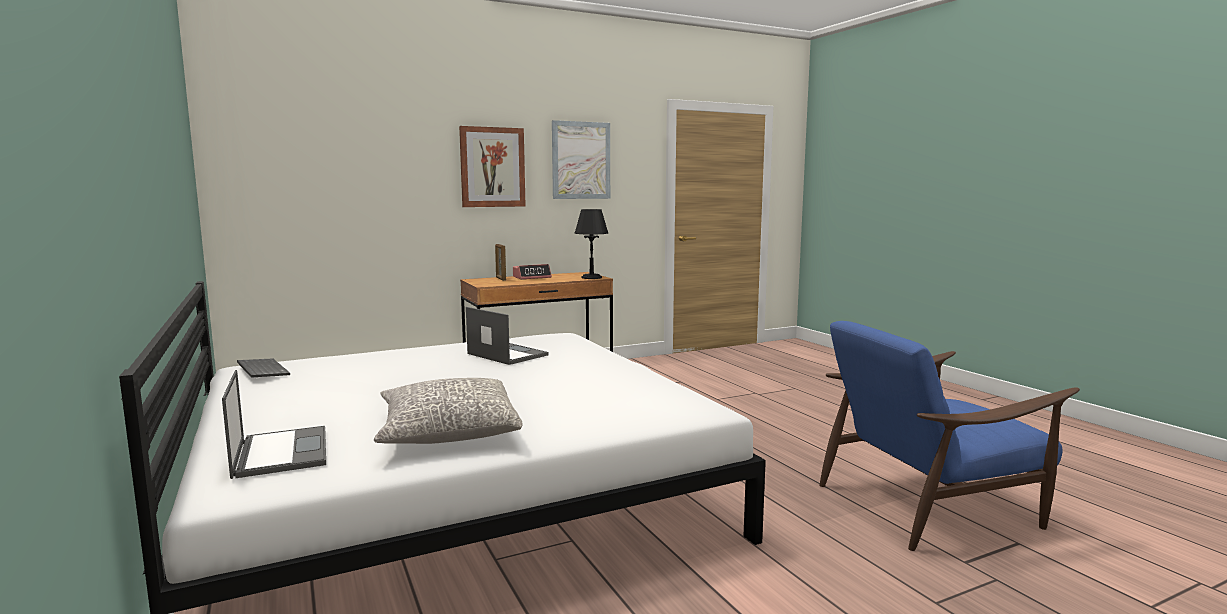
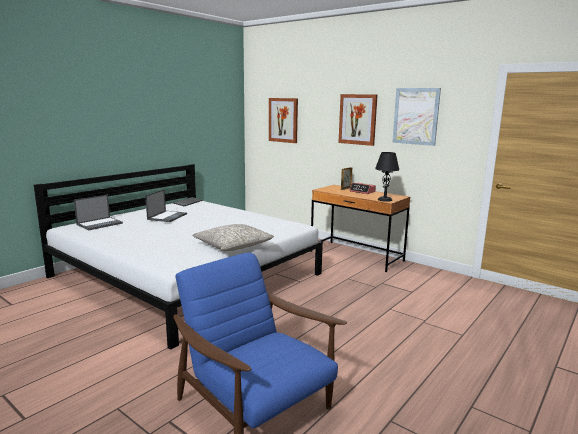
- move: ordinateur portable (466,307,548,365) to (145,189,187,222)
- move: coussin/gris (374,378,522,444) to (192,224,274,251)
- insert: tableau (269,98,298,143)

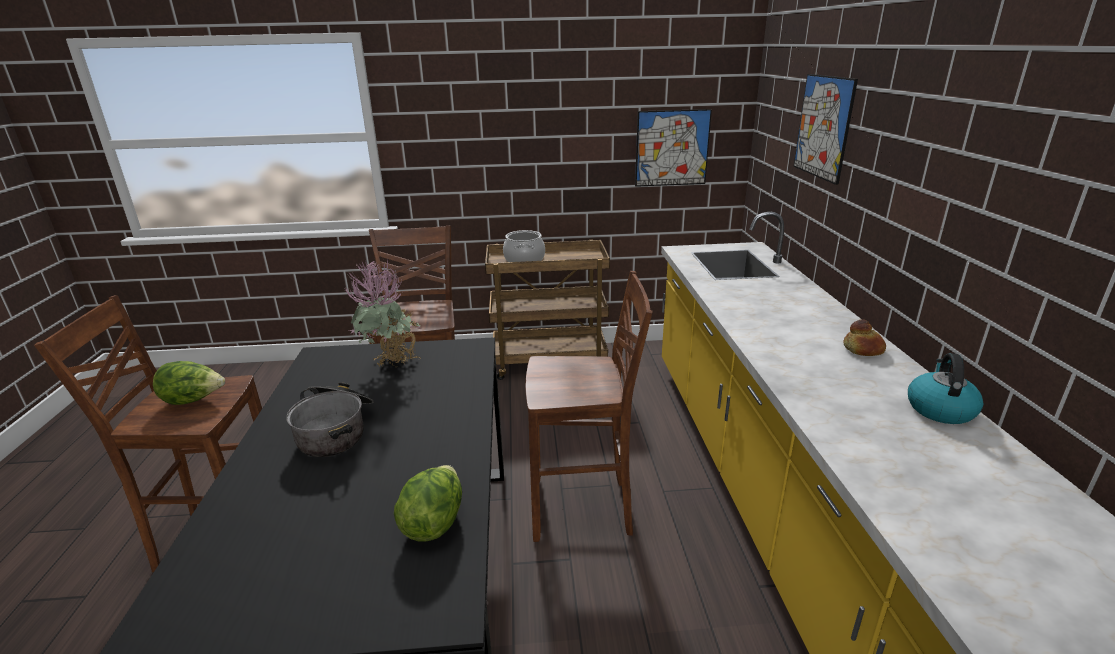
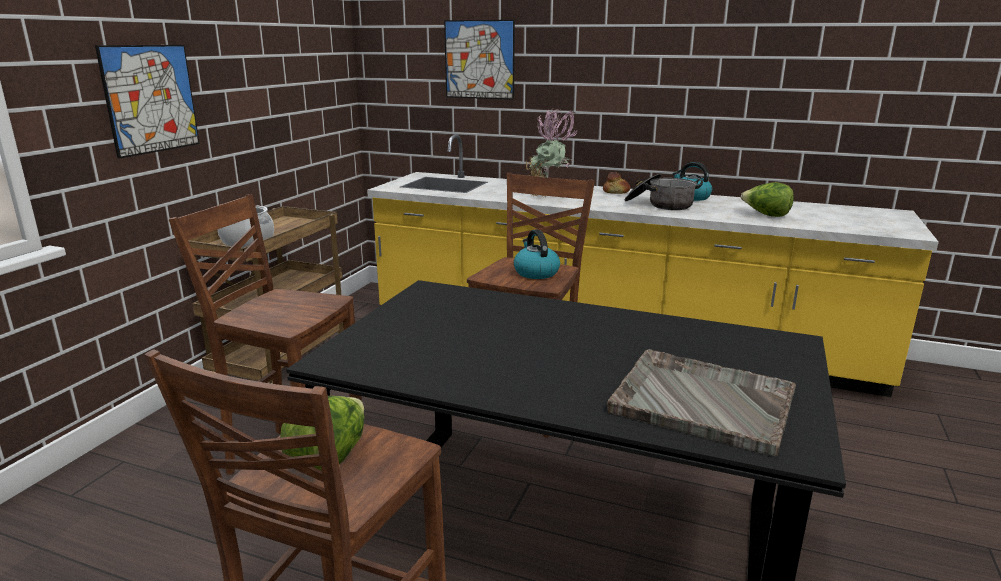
- move: tableau (635,109,712,187) to (95,45,200,159)
- insert: bouilloire (514,230,560,279)
- move: plante en pot (344,261,422,366) to (525,109,579,197)
- insert: plateau/gris (607,349,796,456)
- move: marmite (286,382,374,457) to (624,174,703,210)
- move: laitue (394,465,462,541) to (741,182,794,217)

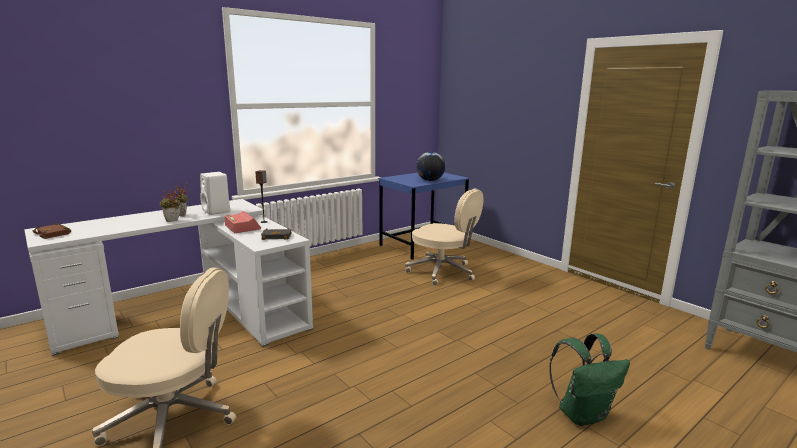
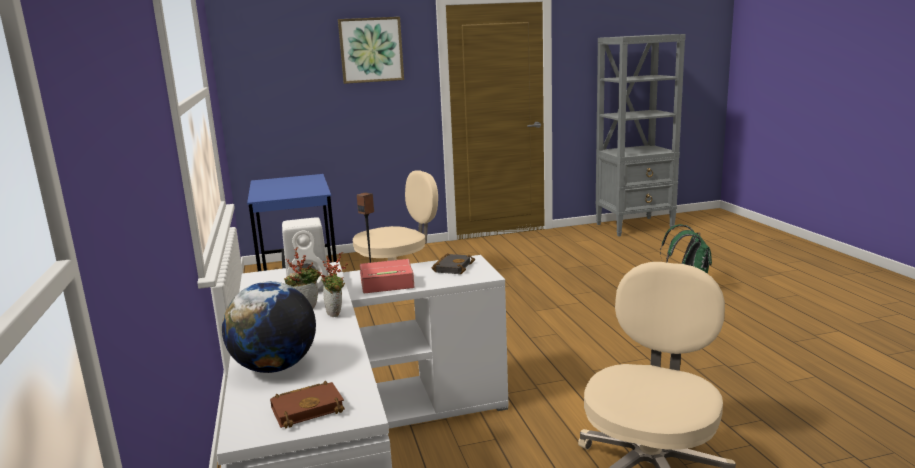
- move: globe (416,152,445,181) to (222,281,316,373)
- insert: tableau (338,17,404,84)

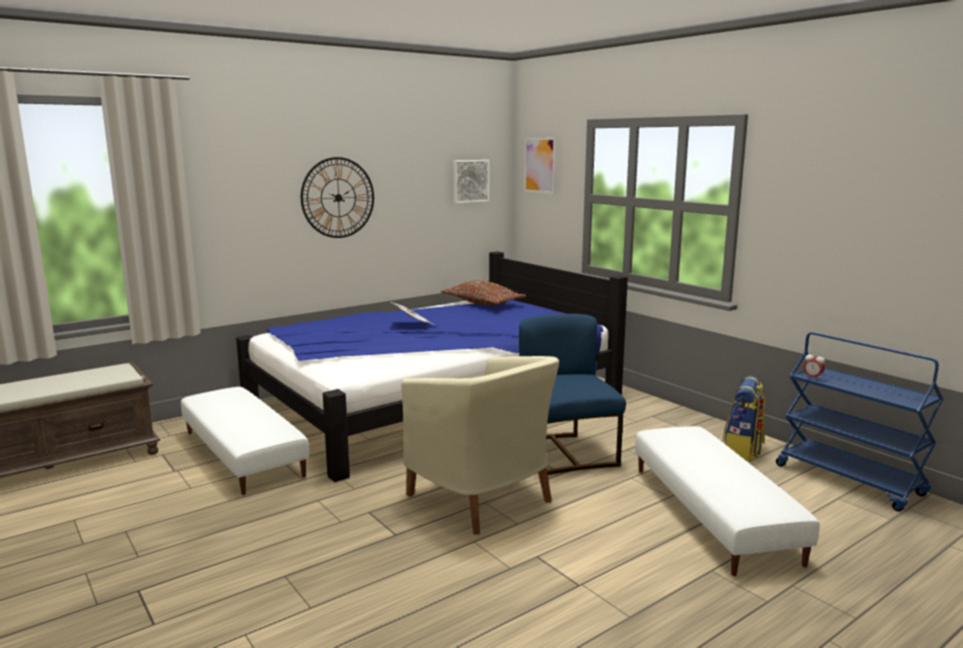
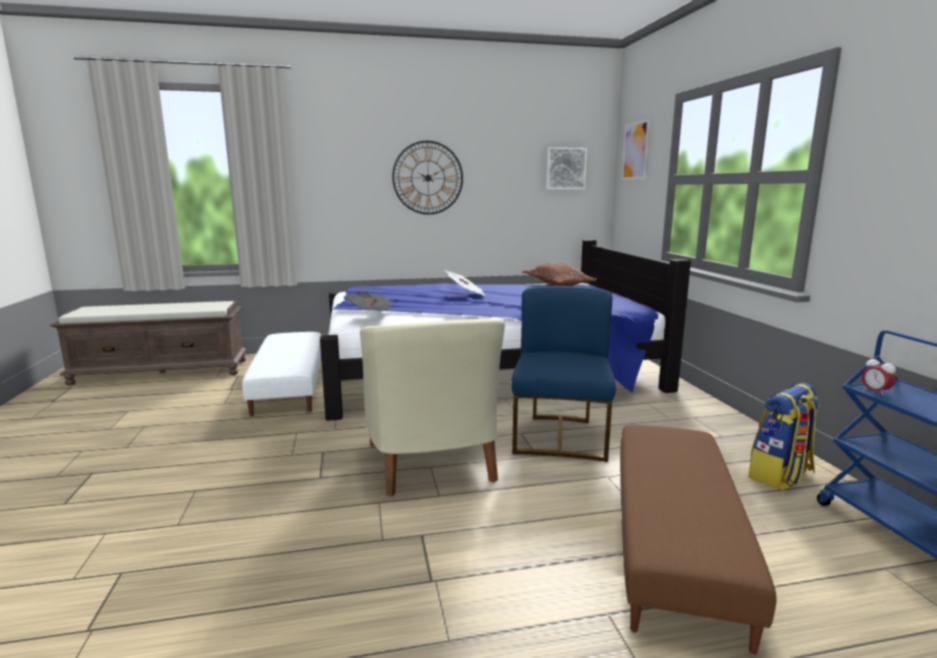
- insert: journal (344,292,394,310)
- recolor: pouf/blanc (635,426,820,576) to pouf/marron (620,425,777,655)

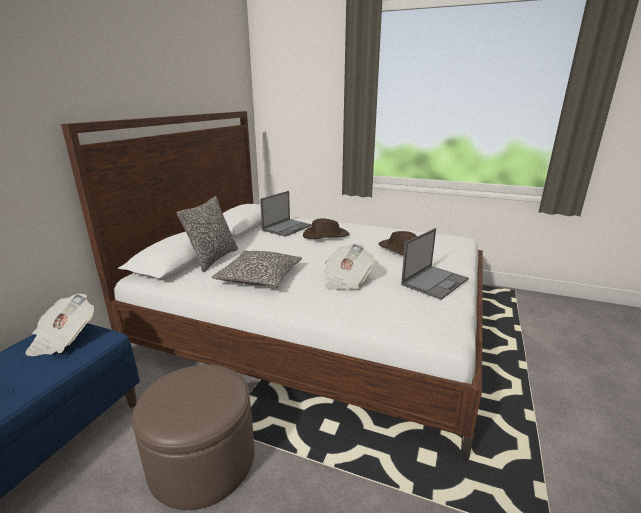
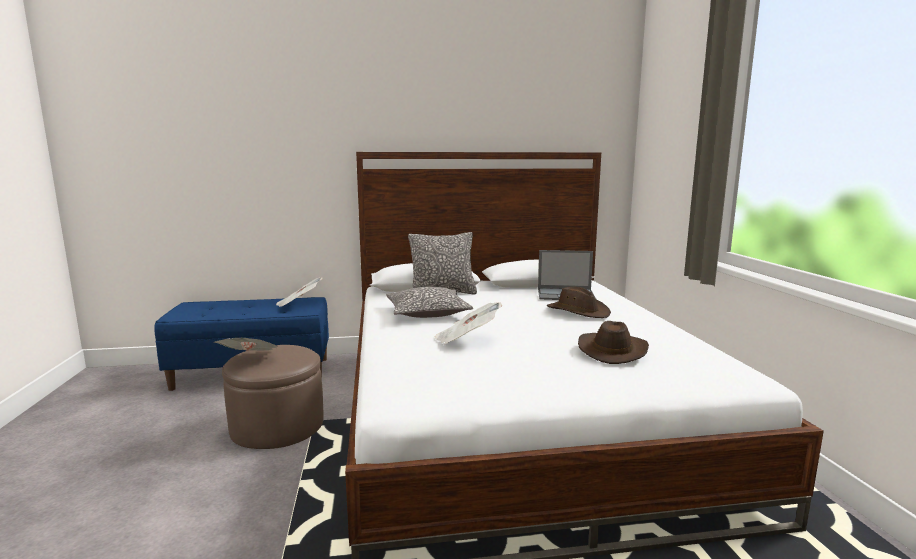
- insert: journal (214,338,277,351)
- delete: ordinateur portable (401,228,469,300)

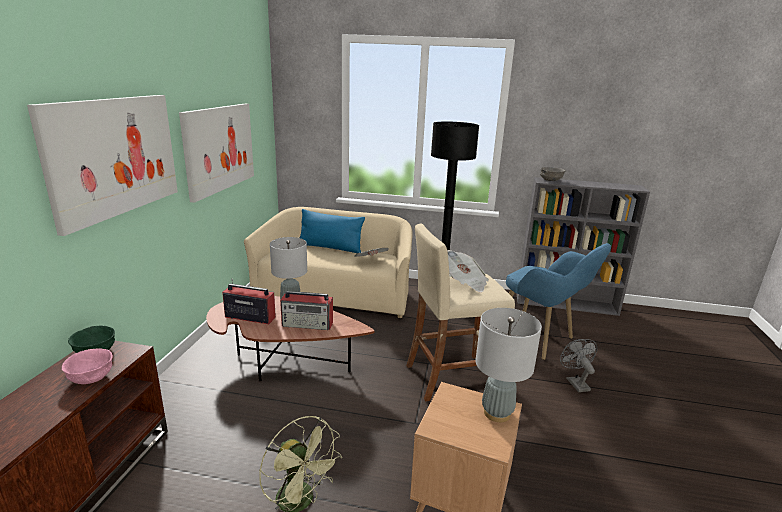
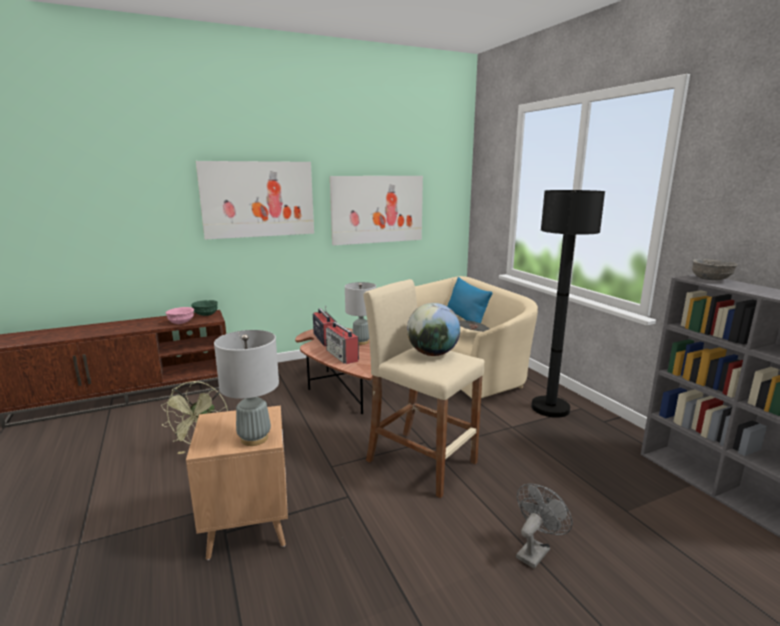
- replace: journal (447,250,489,293) to globe (407,303,460,356)
- delete: fauteuil/bleu (506,243,611,360)

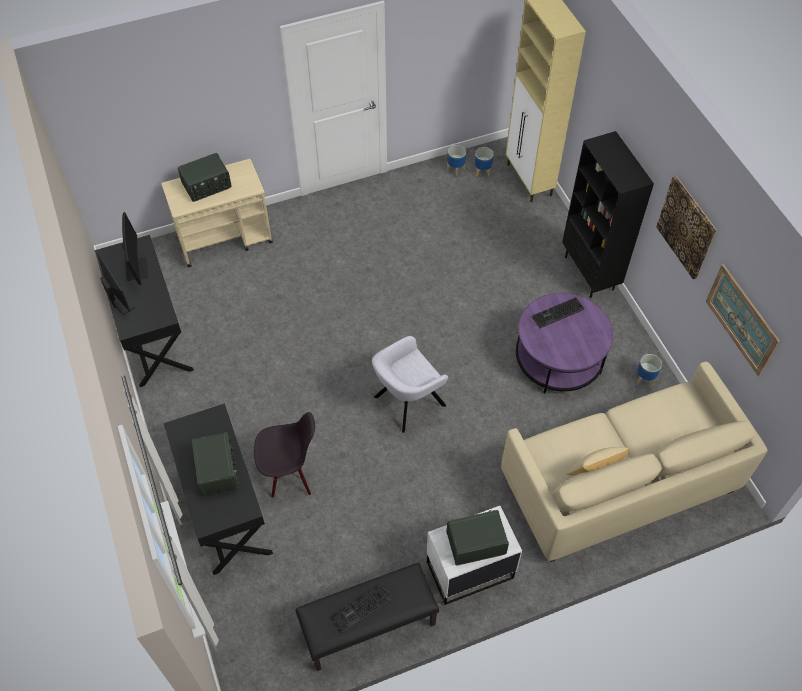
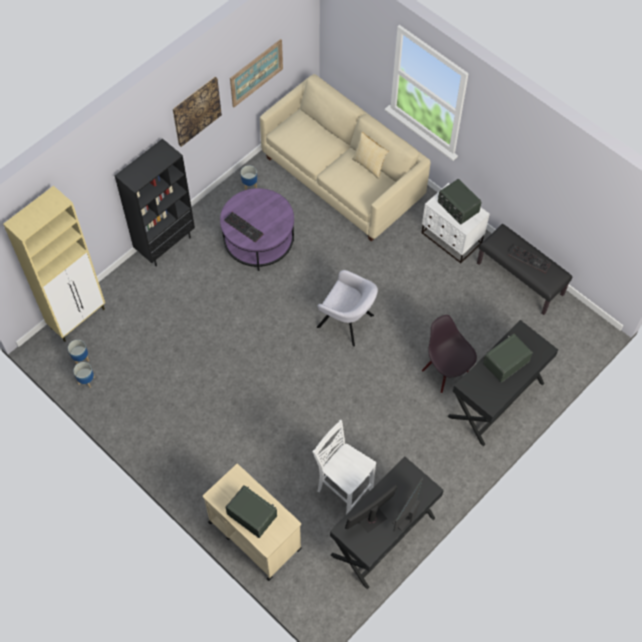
- insert: tabouret/blanc (313,420,376,515)

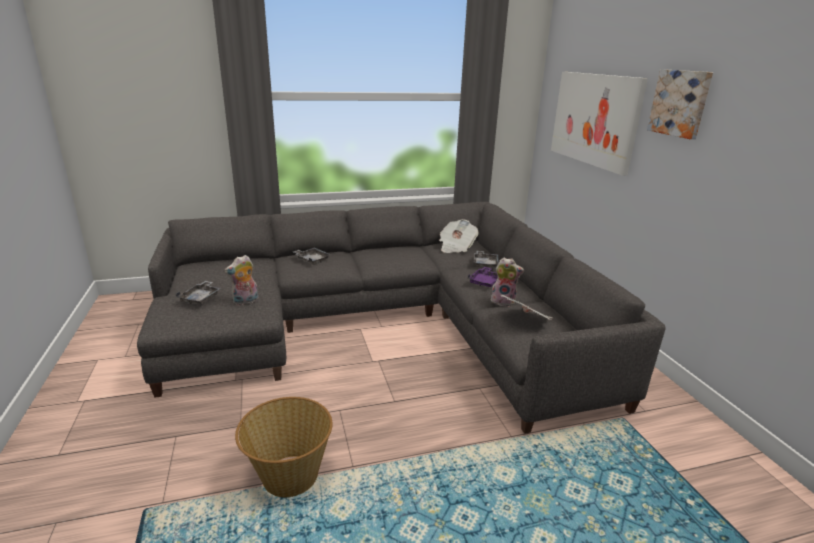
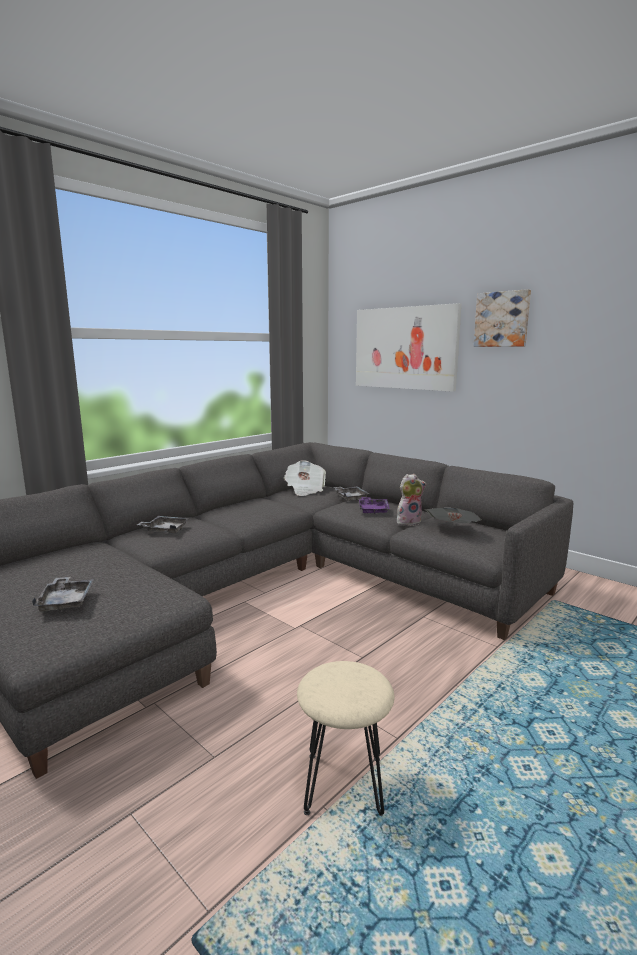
- replace: panier (235,397,333,497) to tabouret/beige (297,661,395,816)
- delete: peluche (224,255,258,305)

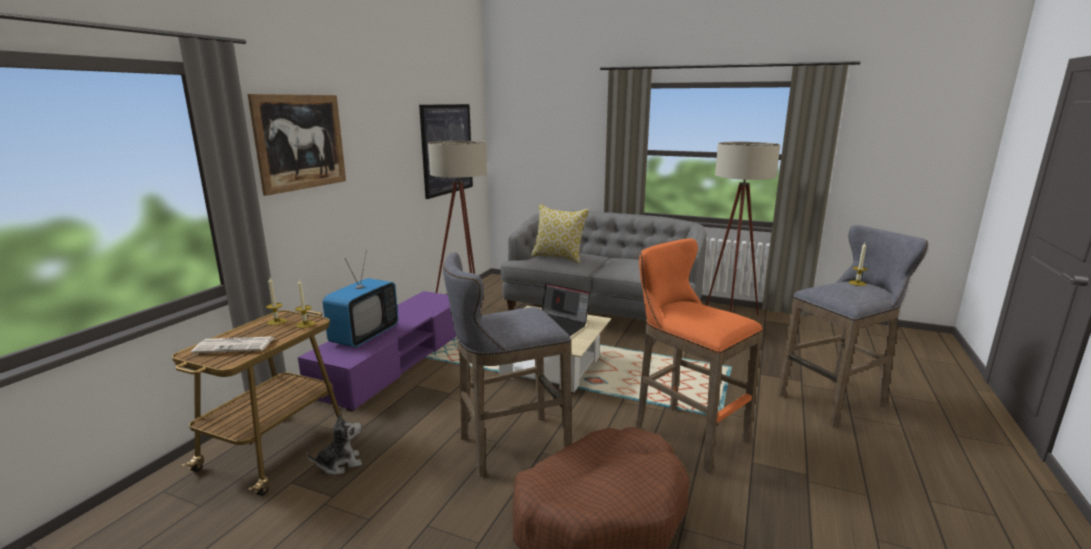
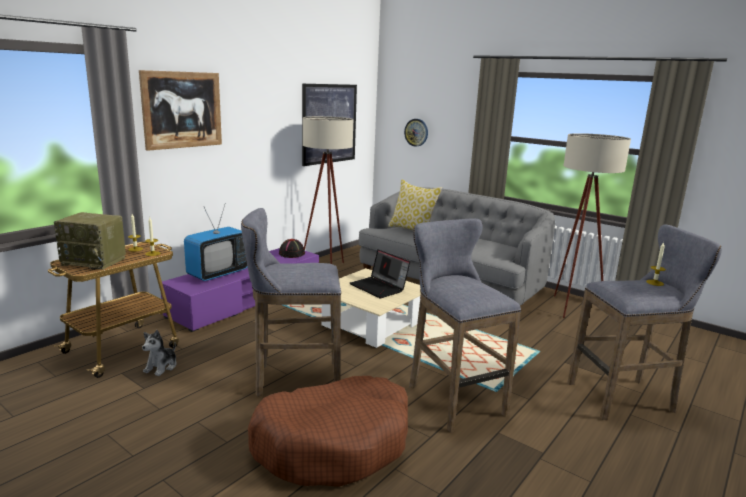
- replace: journal (191,336,274,353) to radio (54,212,126,270)
- rotate: peluche (307,413,362,475) = (142,330,177,376) 120 degrees clockwise
- insert: chapeau/noir (279,239,305,258)
- insert: horloge murale (404,119,428,147)
- recolor: tabouret/orange (635,238,763,473) to tabouret/gris (409,218,521,433)

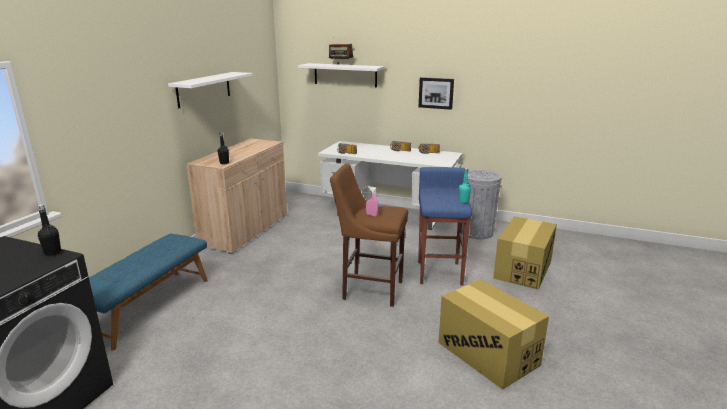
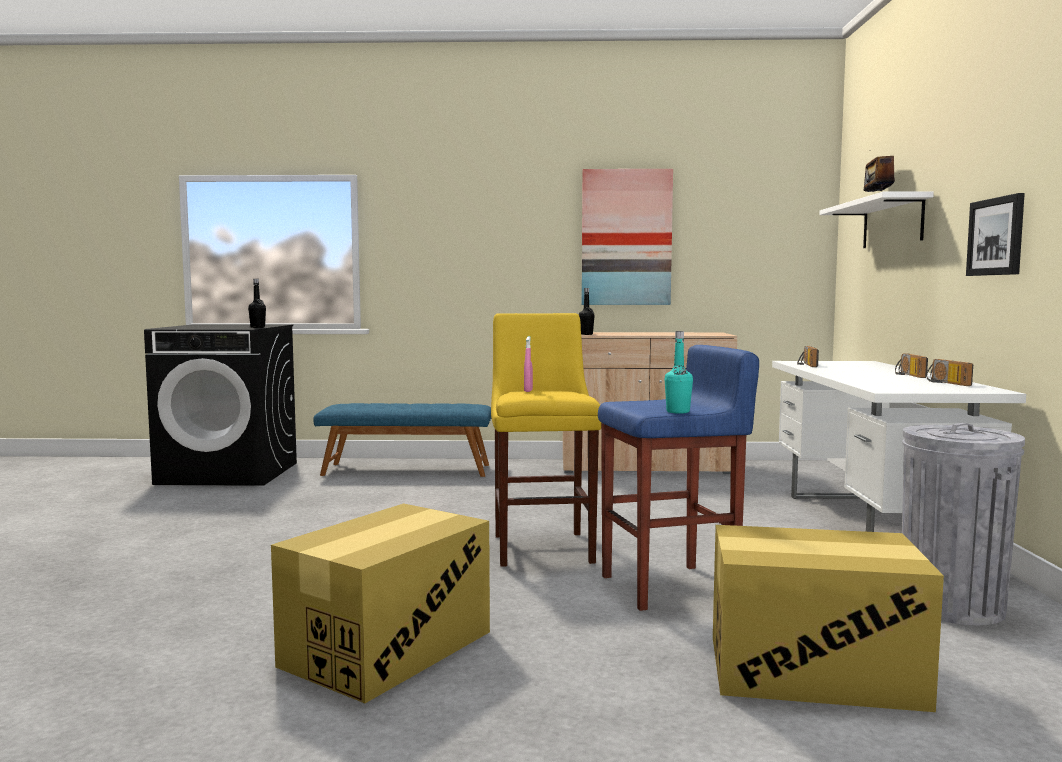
- recolor: tabouret/marron (330,164,408,307) to tabouret/jaune (491,313,601,567)
- replace: étagère/blanc (168,72,253,108) to tableau (582,169,673,305)

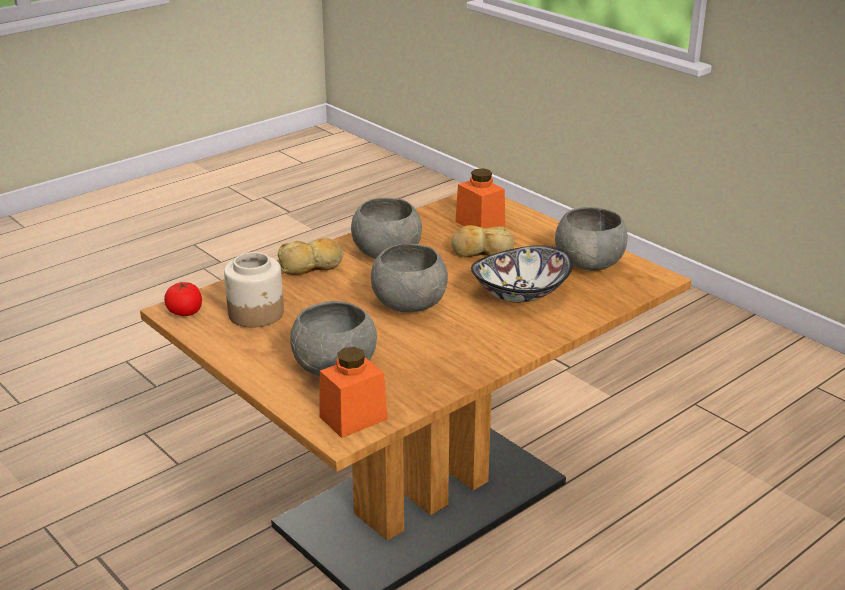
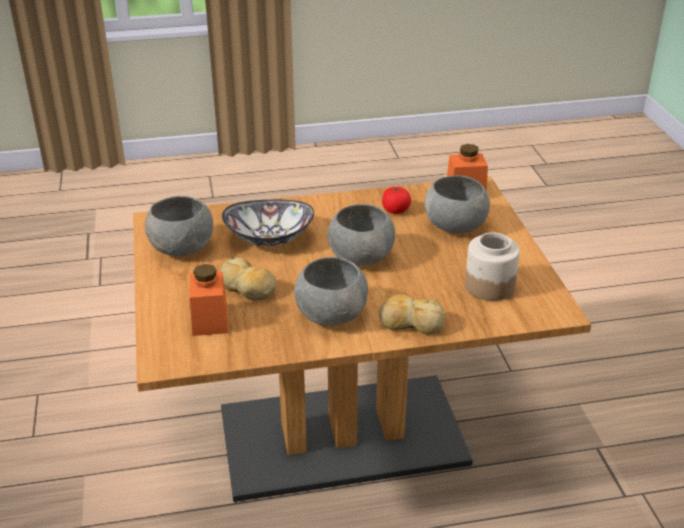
- move: tomate (164,281,202,316) to (382,187,411,214)

